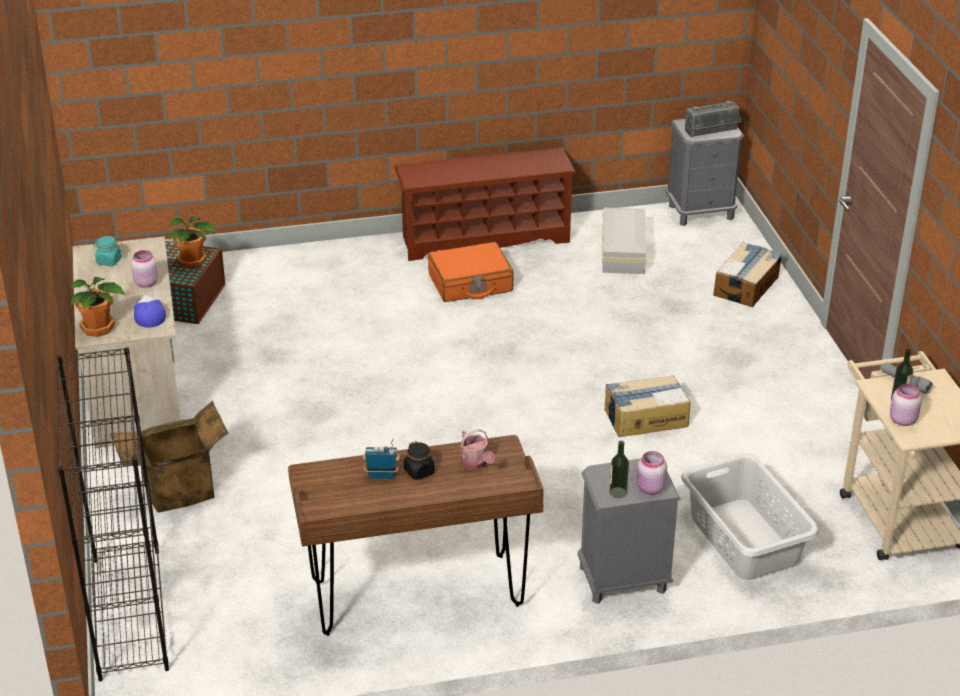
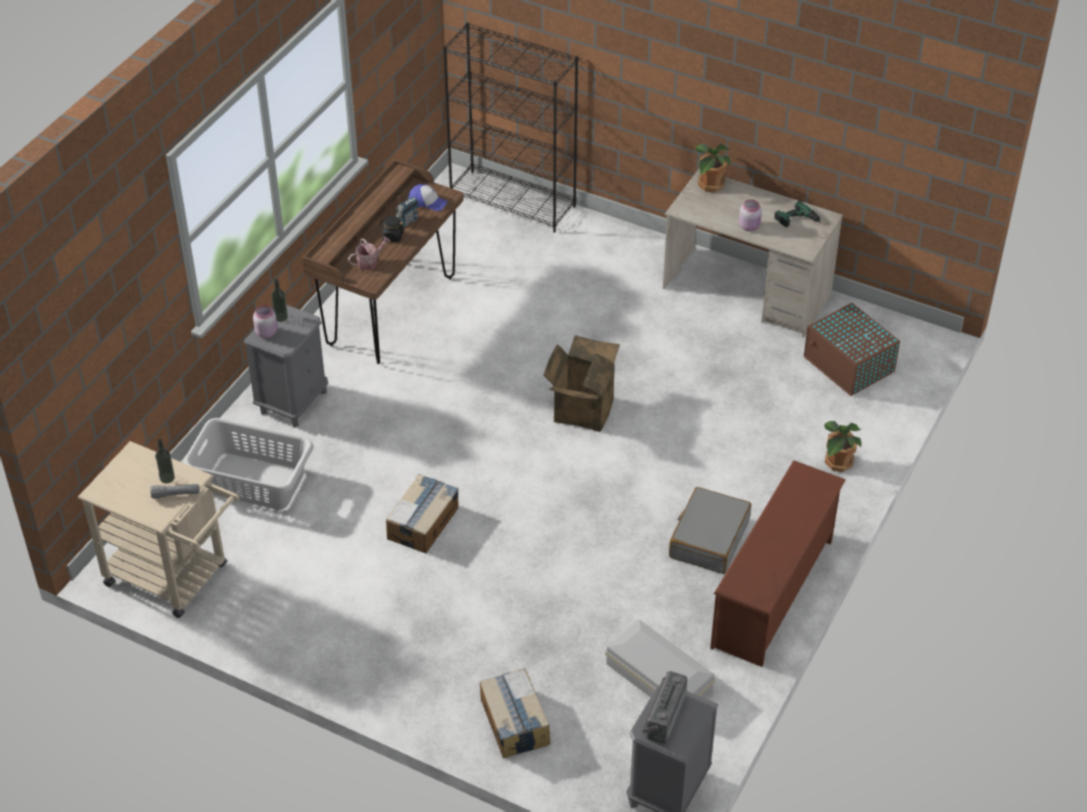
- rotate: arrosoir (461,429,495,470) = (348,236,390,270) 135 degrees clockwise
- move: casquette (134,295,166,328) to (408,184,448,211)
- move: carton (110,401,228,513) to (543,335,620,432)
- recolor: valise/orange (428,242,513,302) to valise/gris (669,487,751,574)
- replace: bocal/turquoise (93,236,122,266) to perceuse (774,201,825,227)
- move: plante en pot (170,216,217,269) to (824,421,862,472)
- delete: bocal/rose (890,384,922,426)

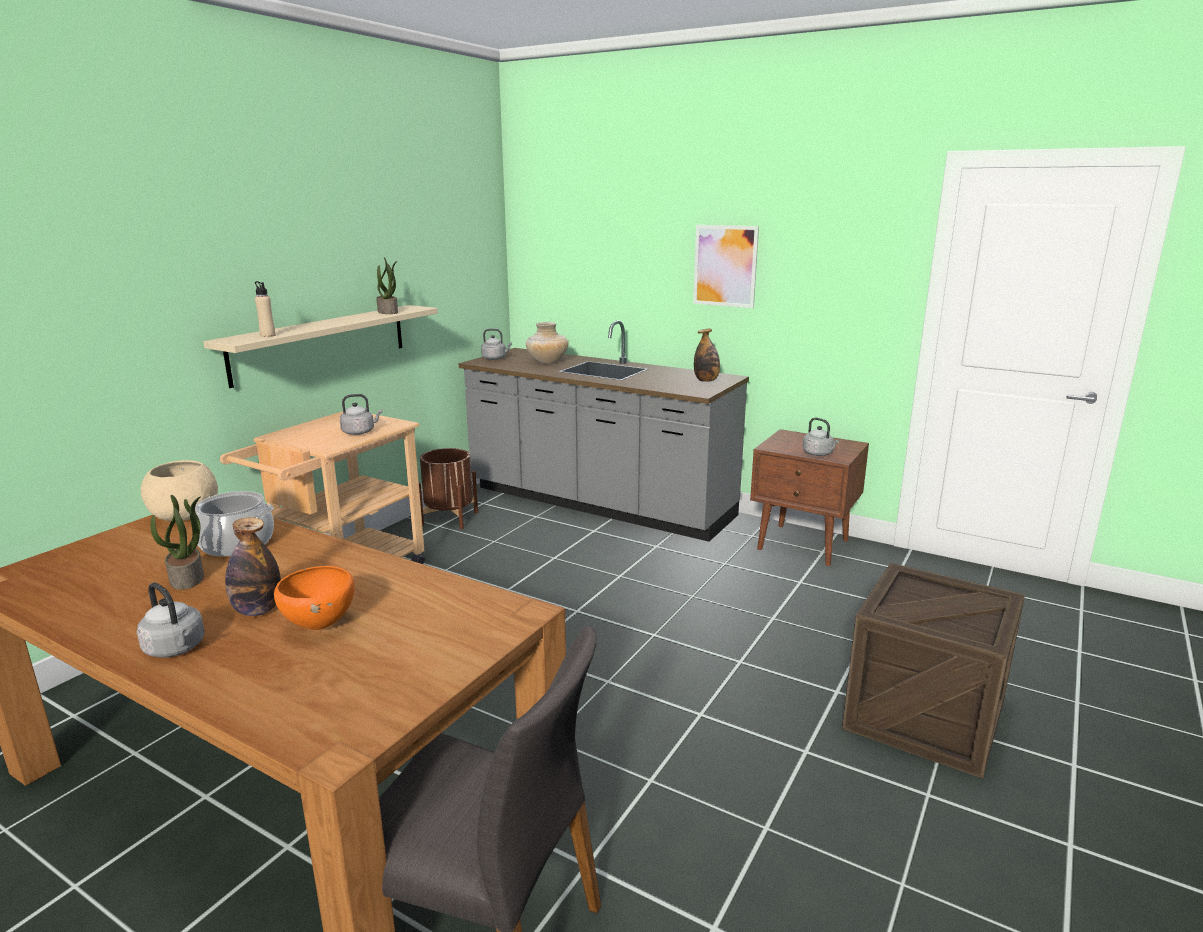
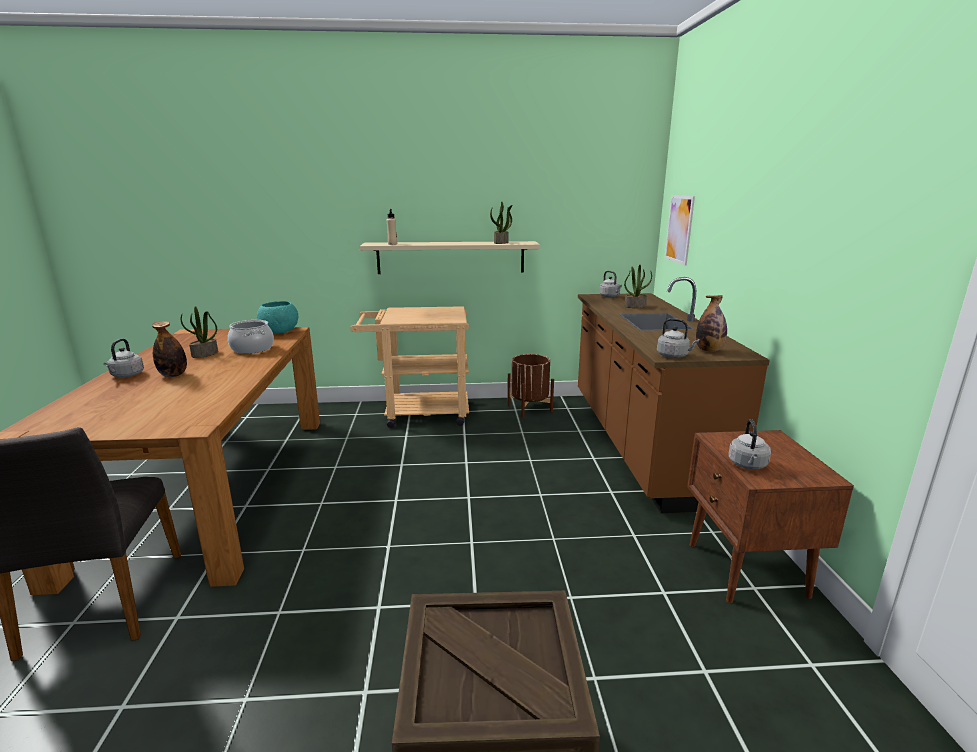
- recolor: bol/beige (141,460,218,521) to bol/turquoise (257,301,298,334)
- recolor: comptoir de cuisine/gris (459,320,749,542) to comptoir de cuisine/marron (578,277,770,513)
- replace: vase/beige (526,322,569,363) to plante en pot (624,265,652,308)
- move: bouilloire/gris (340,394,383,435) to (657,318,699,358)
- move: tableau (693,225,759,308) to (665,195,695,265)
- delete: bol/orange (274,566,355,630)

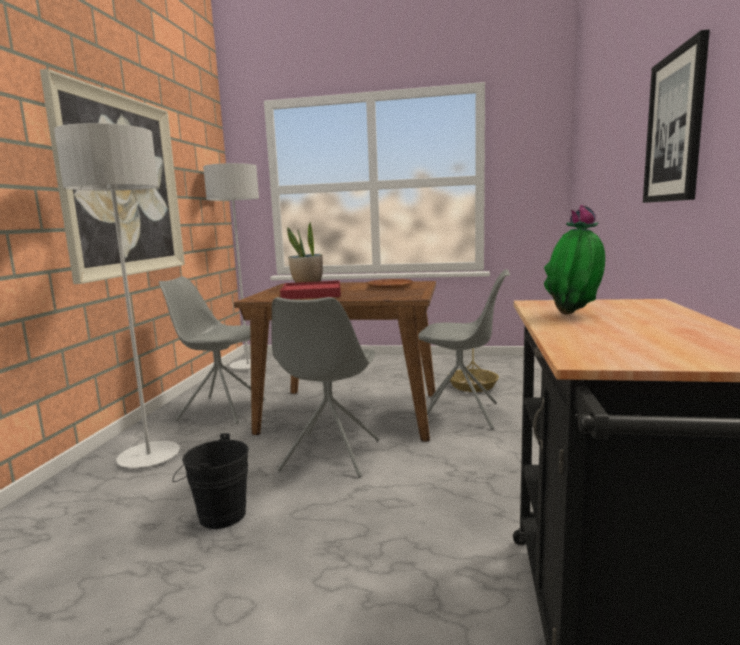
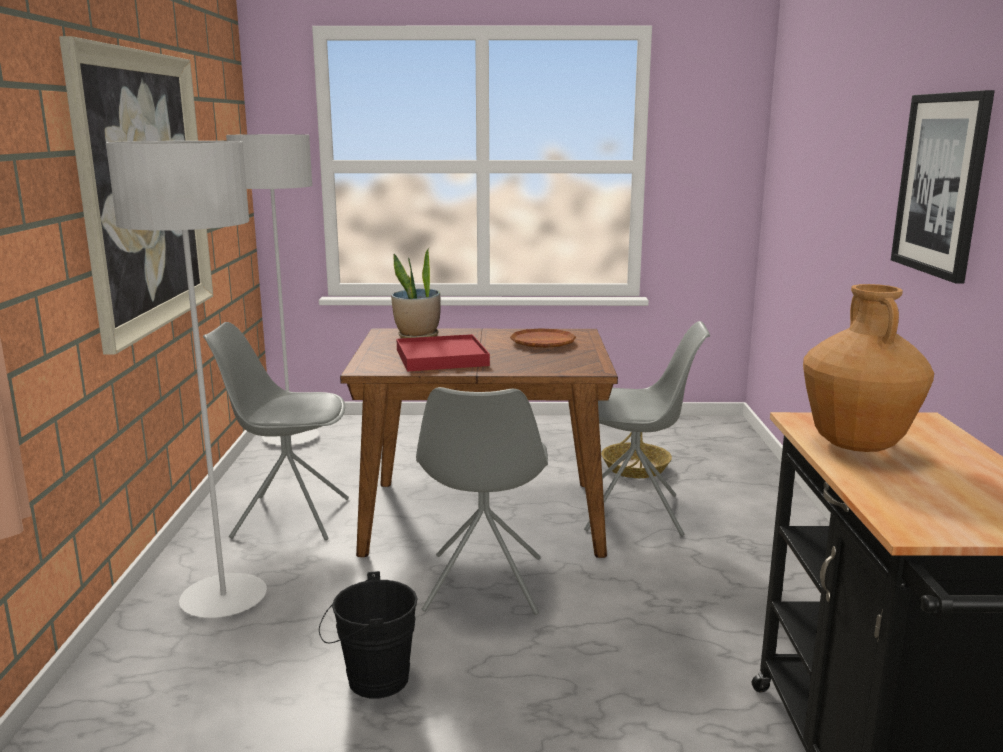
- replace: plante en pot (544,205,605,314) to vase/marron (803,284,934,452)

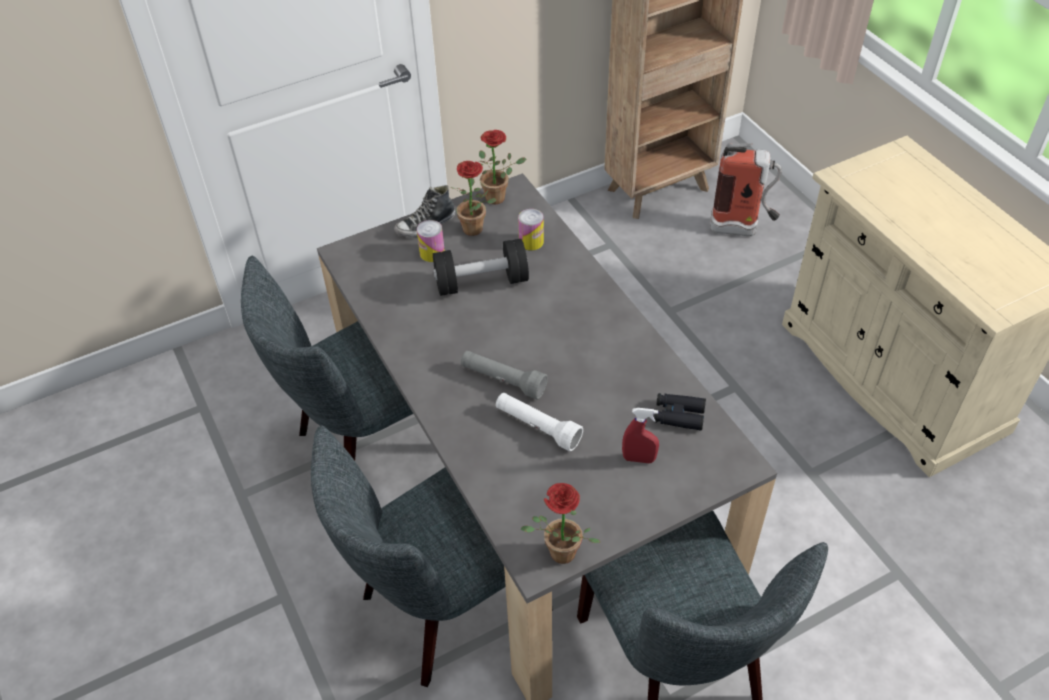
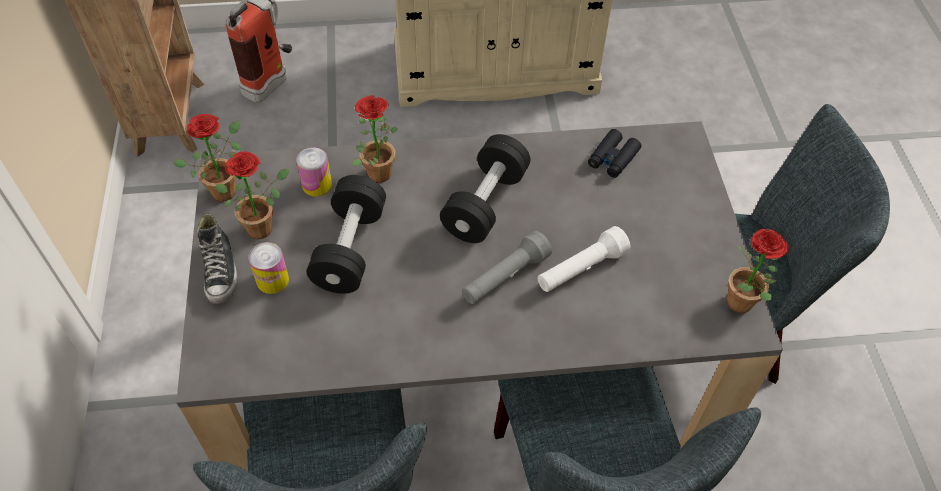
- insert: plante en pot (352,95,398,183)
- insert: haltère/noir (440,134,531,243)
- delete: vaporisateur/rouge (622,408,659,463)

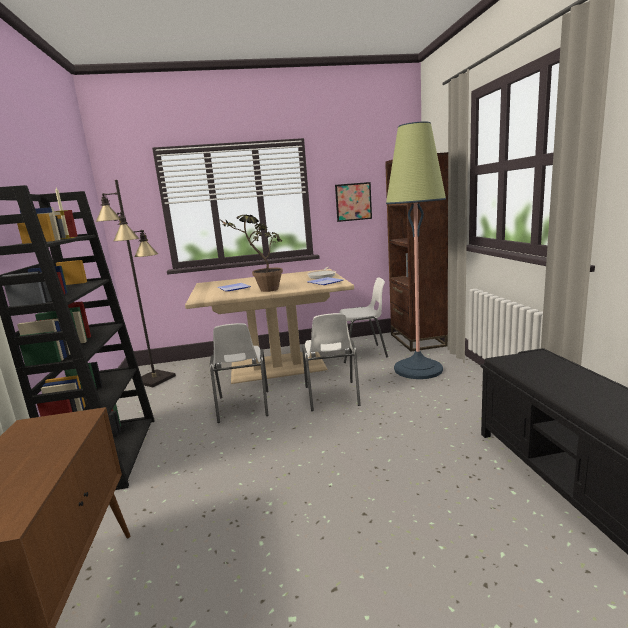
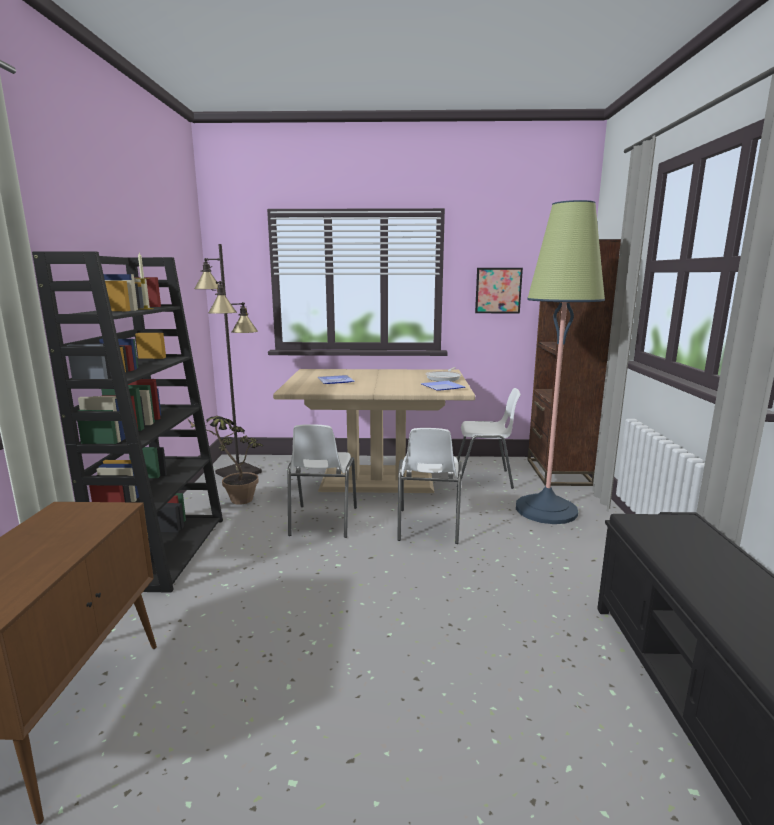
- move: plante en pot (218,215,283,292) to (187,416,263,505)

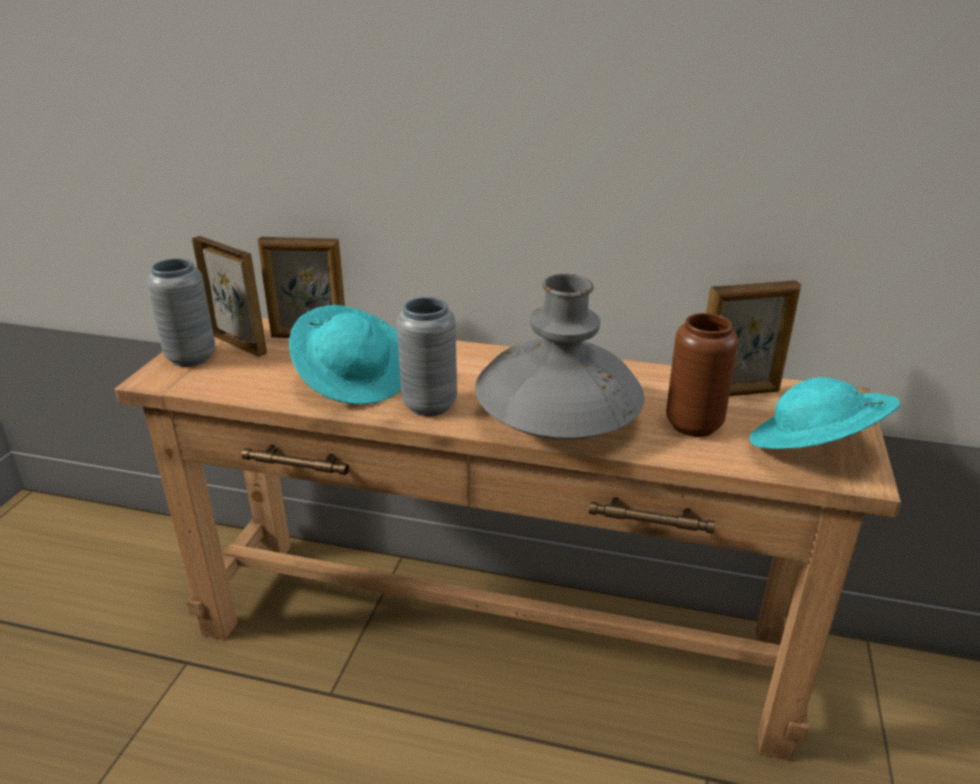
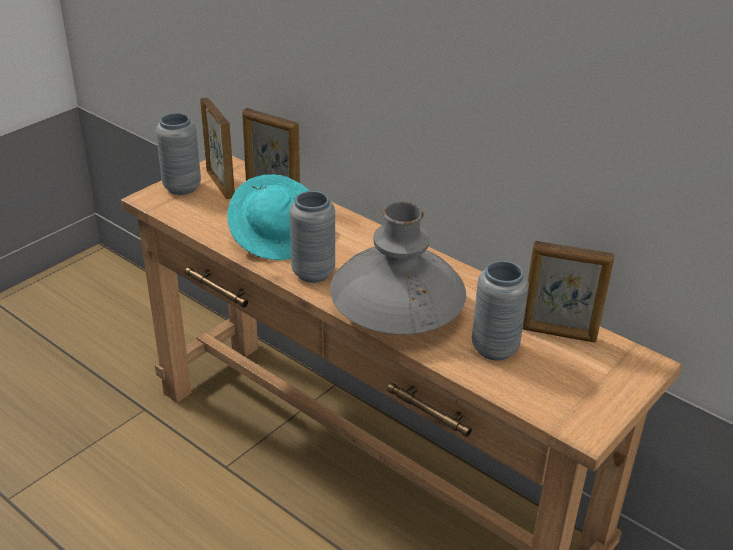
- recolor: vase/marron (666,313,738,437) to vase/gris (472,261,529,360)
- delete: chapeau/turquoise (749,377,900,449)

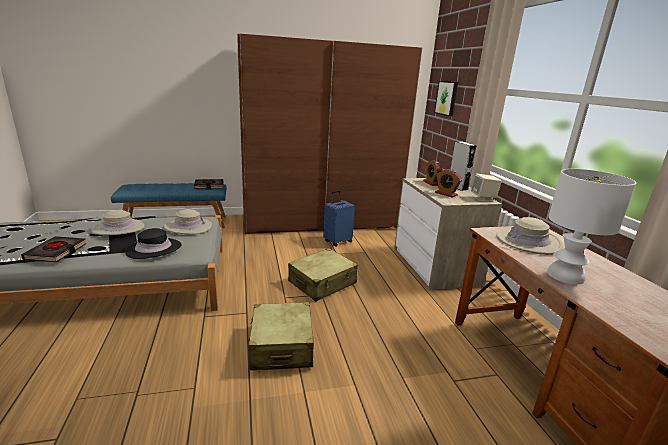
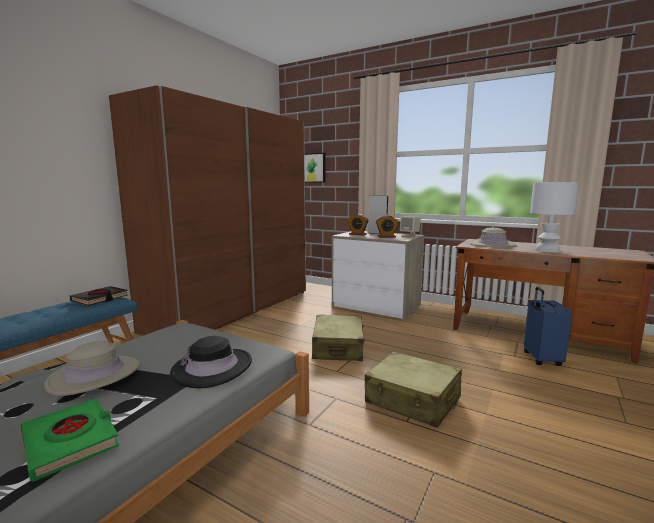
- recolor: livre/noir (21,236,87,263) to livre/vert (20,398,119,482)
- move: valise/bleu (323,190,355,247) to (524,287,572,366)
- delete: chapeau/beige (164,209,212,235)

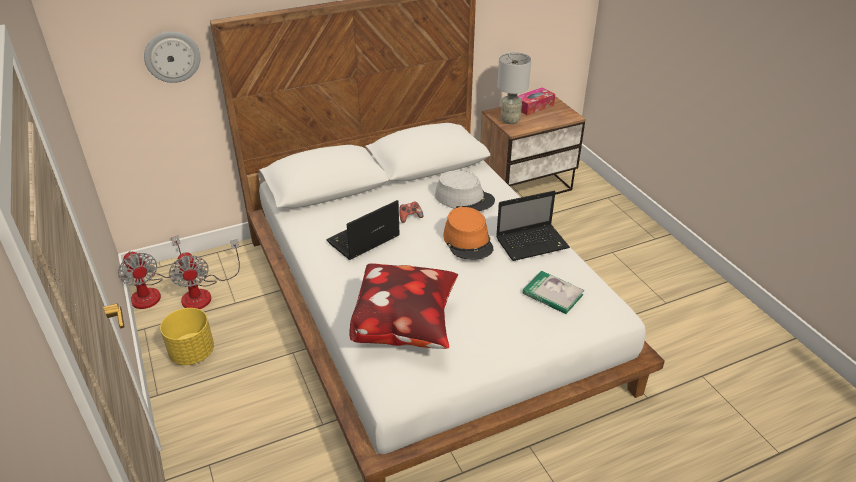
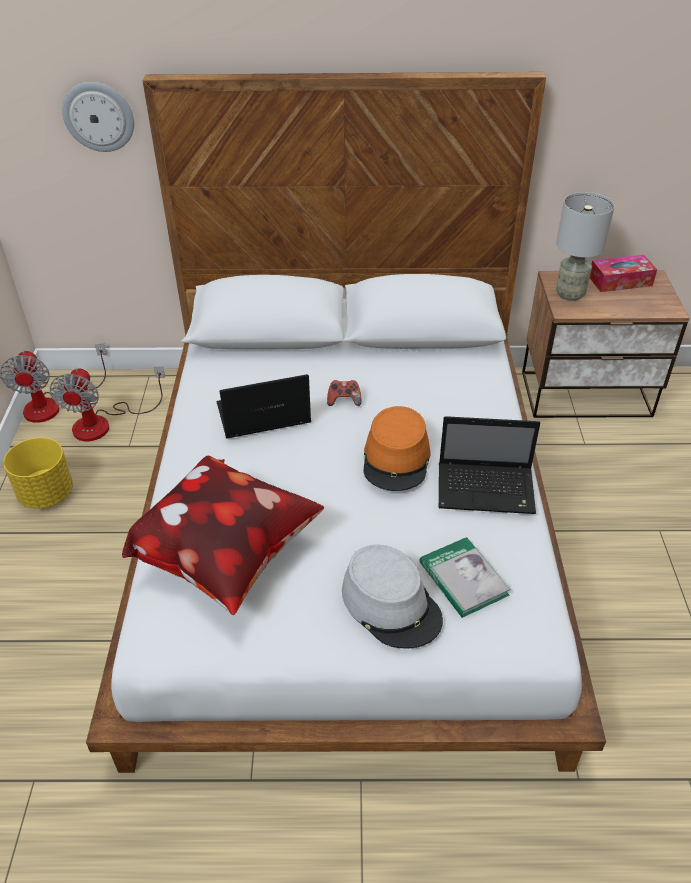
- move: chapeau/gris (435,170,495,211) to (342,545,443,649)

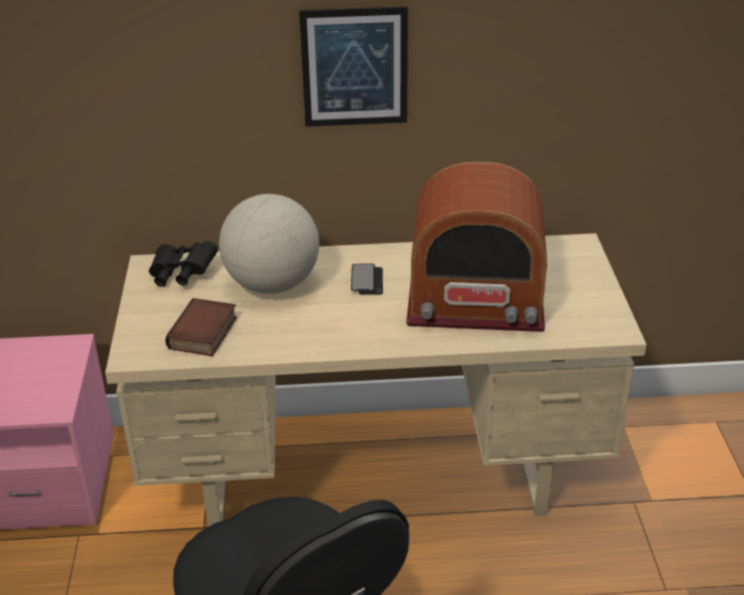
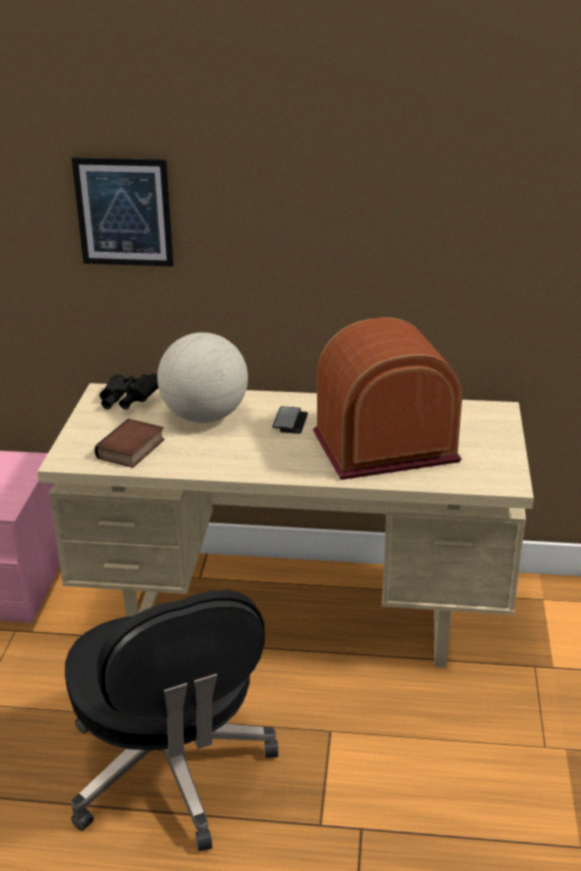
- move: tableau (299,6,408,127) to (71,157,174,266)
- rotate: radio (406,162,547,332) = (313,317,462,480) 150 degrees clockwise

